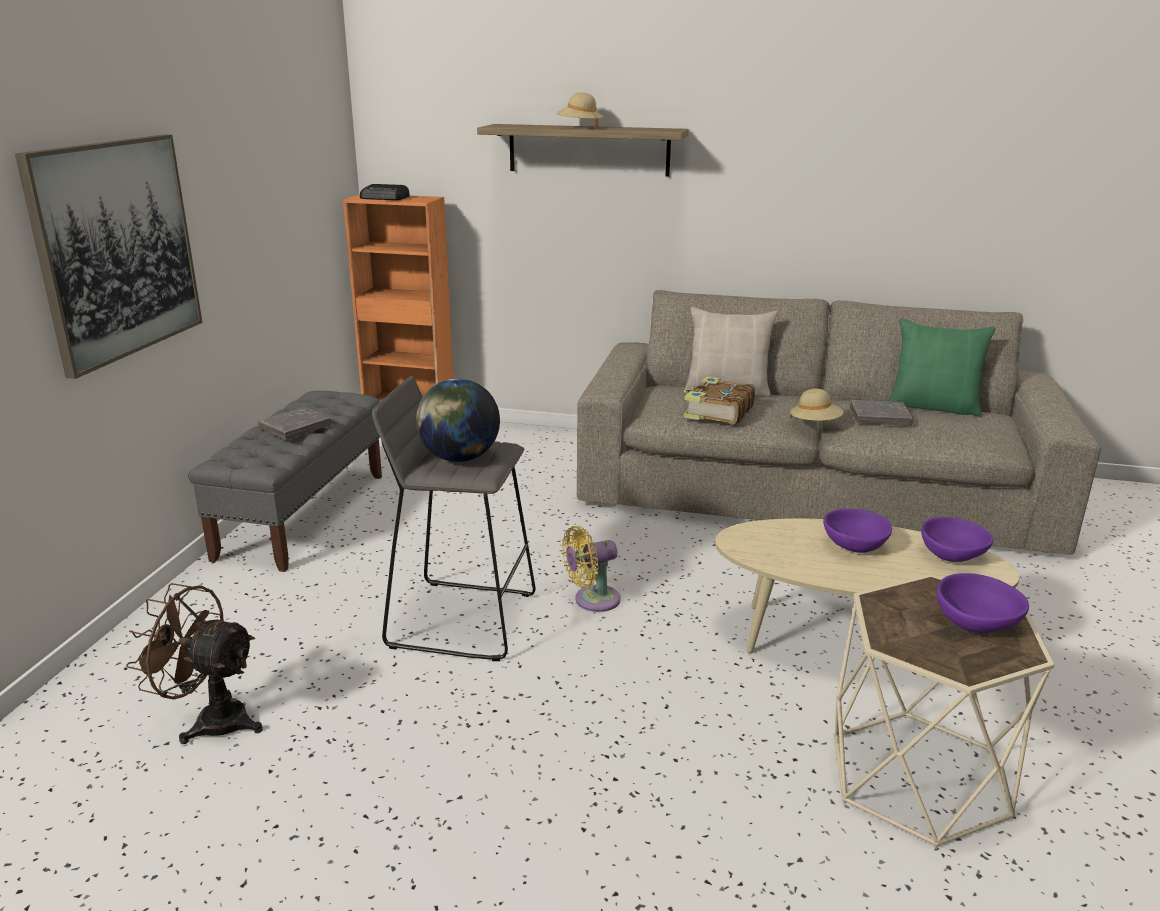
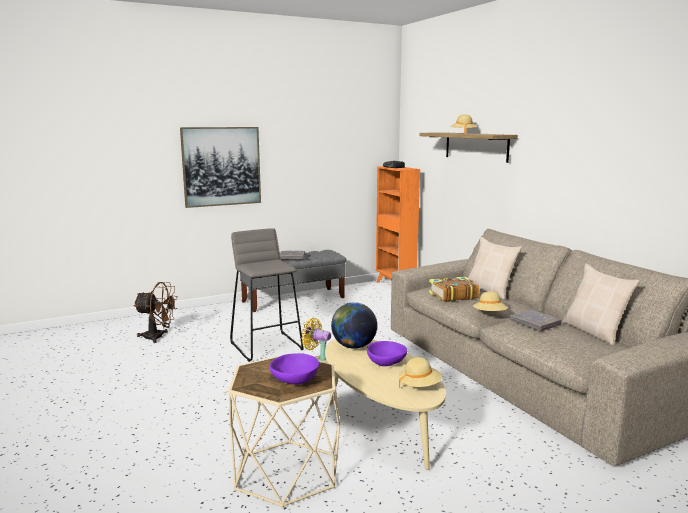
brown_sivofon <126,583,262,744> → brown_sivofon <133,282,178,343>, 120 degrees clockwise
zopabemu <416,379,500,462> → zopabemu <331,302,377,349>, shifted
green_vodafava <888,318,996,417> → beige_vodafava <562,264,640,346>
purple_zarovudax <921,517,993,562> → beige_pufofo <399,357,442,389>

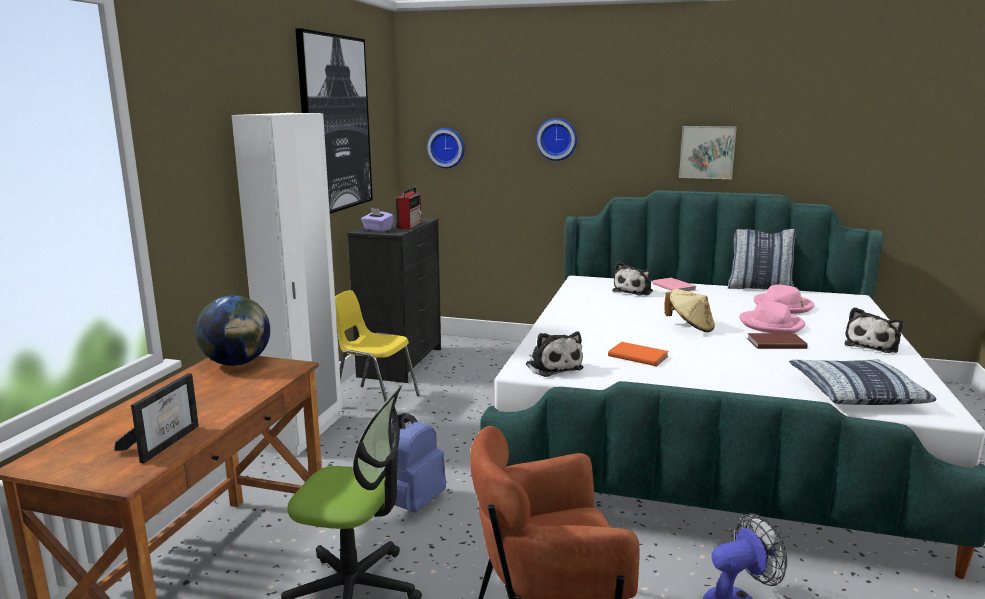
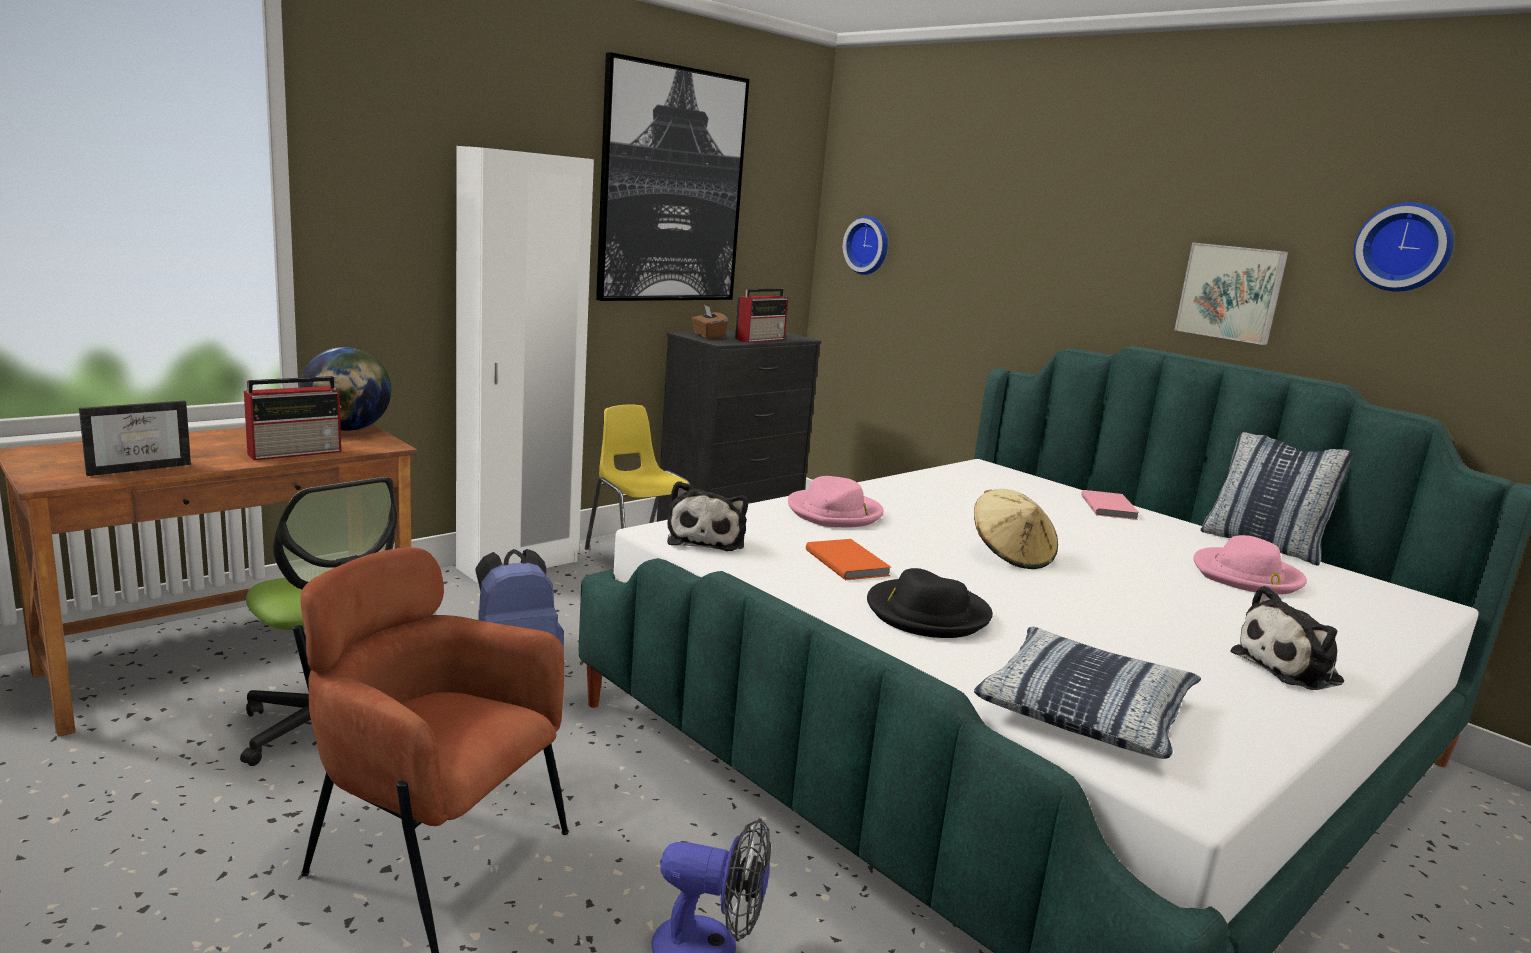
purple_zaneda <361,207,394,232> → brown_zaneda <692,305,728,339>
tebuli <536,118,577,161> → tebuli <1354,202,1454,291>, shifted
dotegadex <612,261,653,295> → -
pink_pufofo <739,302,805,333> → pink_pufofo <788,476,884,527>, shifted
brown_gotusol <747,333,808,349> → -
- → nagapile <244,376,341,460>
- → black_pufofo <867,568,993,638>

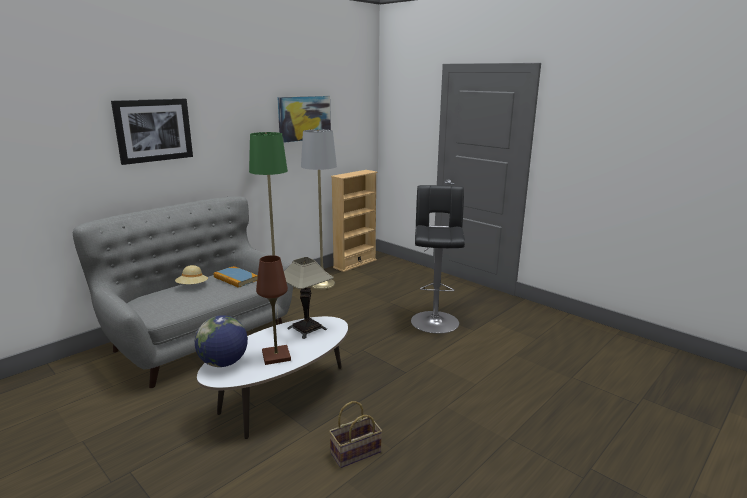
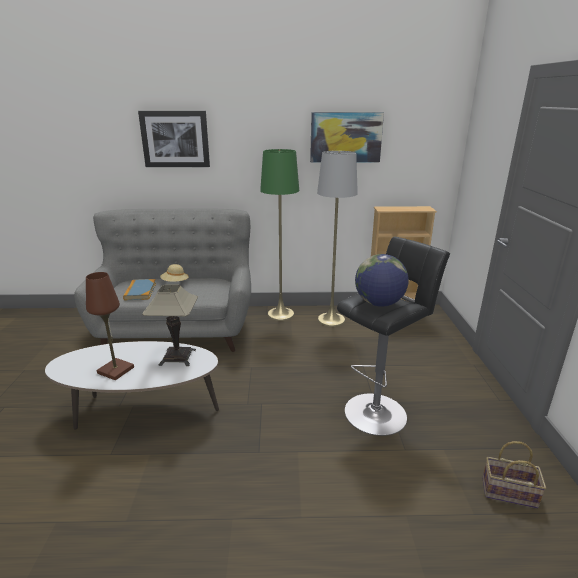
zopabemu <195,315,248,367> → zopabemu <355,254,409,307>, shifted
gotusol <214,266,258,288> → gotusol <123,279,156,300>, shifted
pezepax <329,401,382,468> → pezepax <482,441,546,509>, shifted

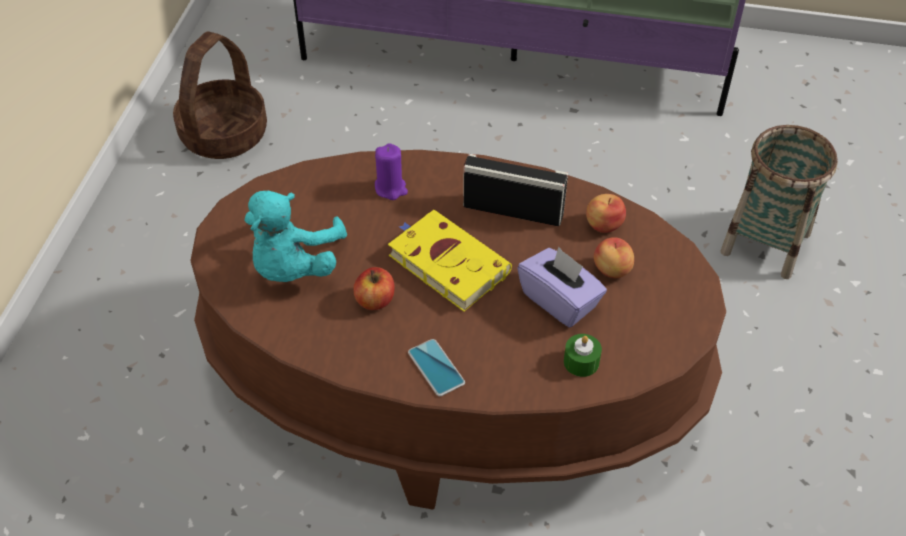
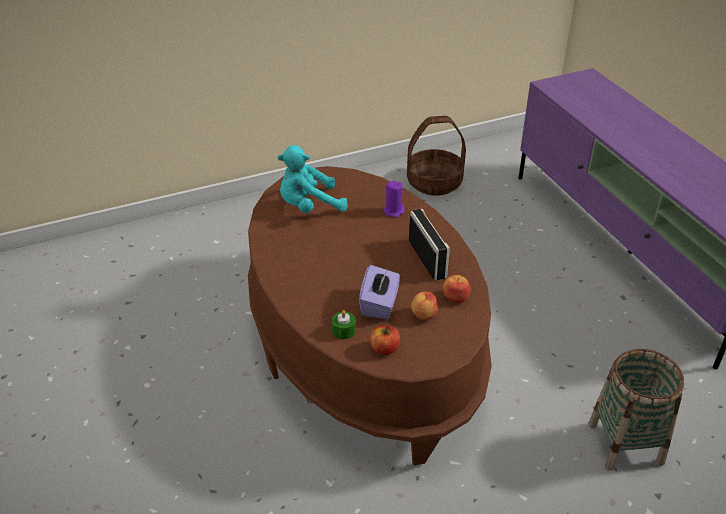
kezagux <353,267,394,310> → kezagux <370,325,400,355>, shifted
yellow_gotusol <388,210,512,312> → -
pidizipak <408,339,465,396> → -

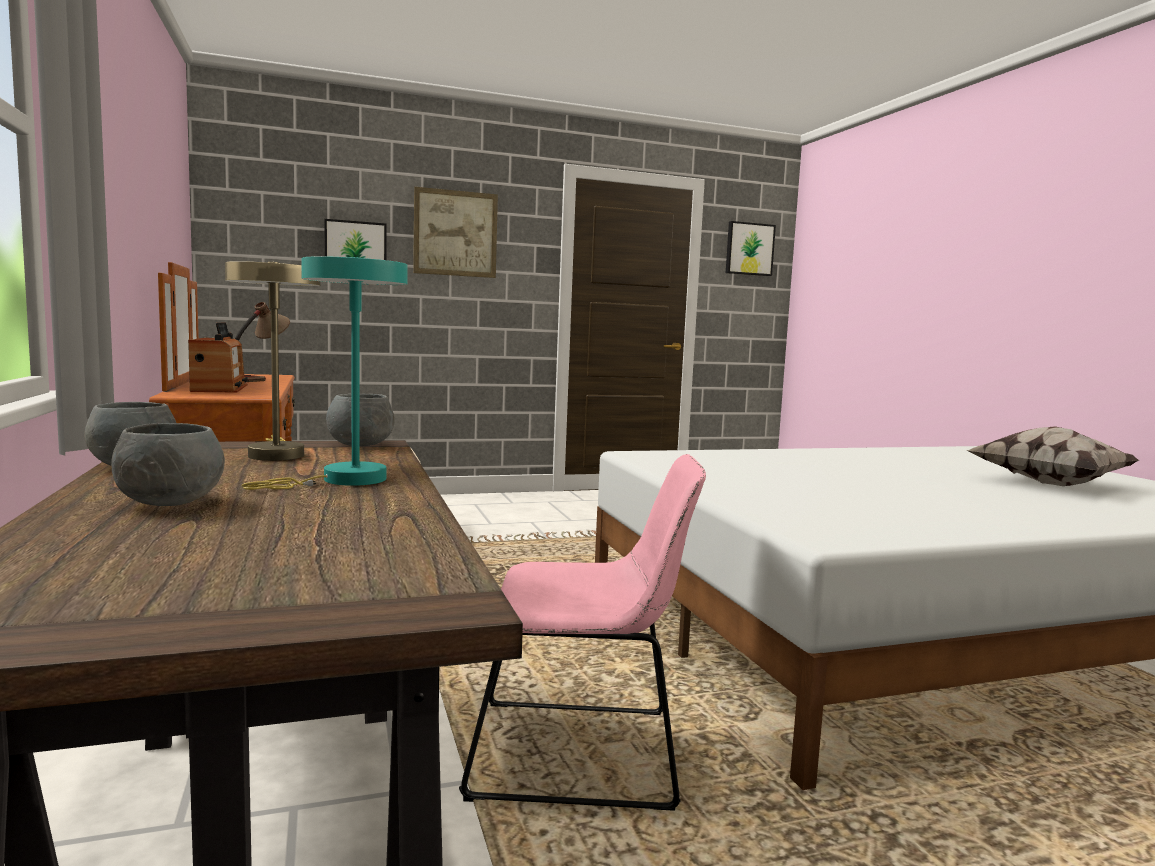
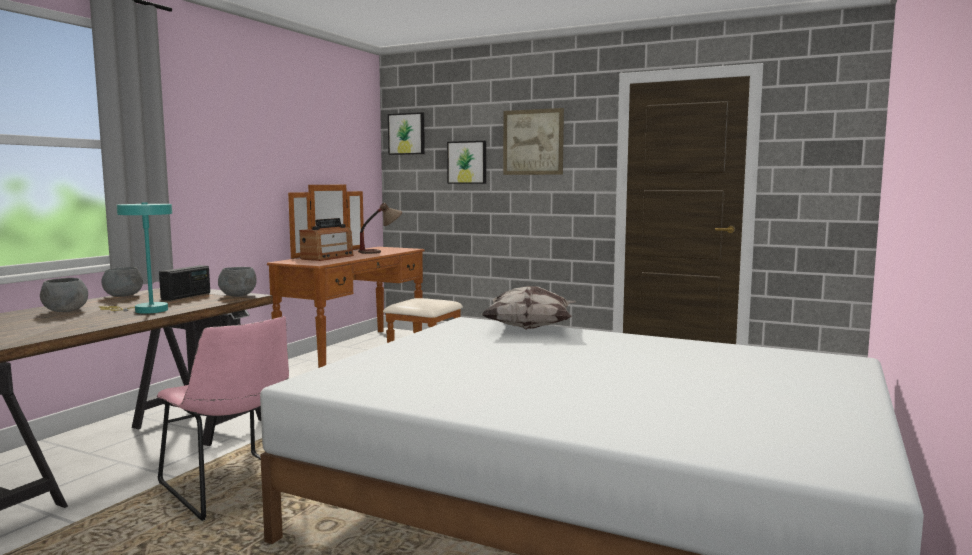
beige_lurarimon <225,261,321,461> → nagapile <159,265,210,301>
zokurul <726,221,776,276> → zokurul <388,112,425,155>, shifted
vodafava <966,426,1140,486> → vodafava <481,286,576,330>, shifted

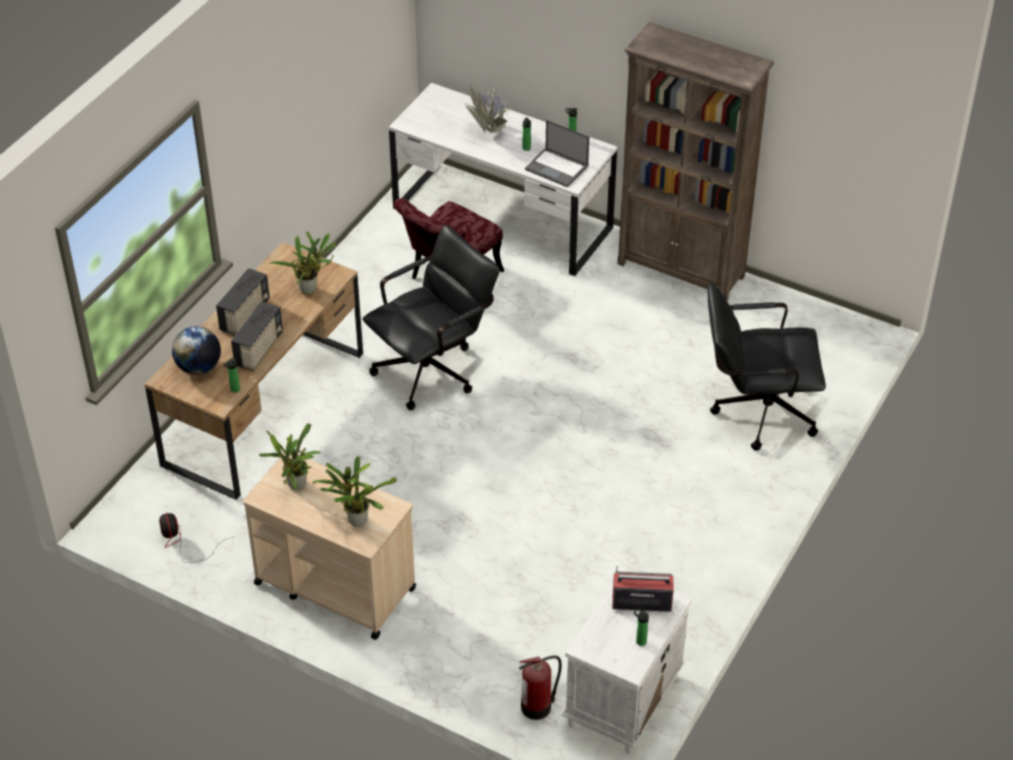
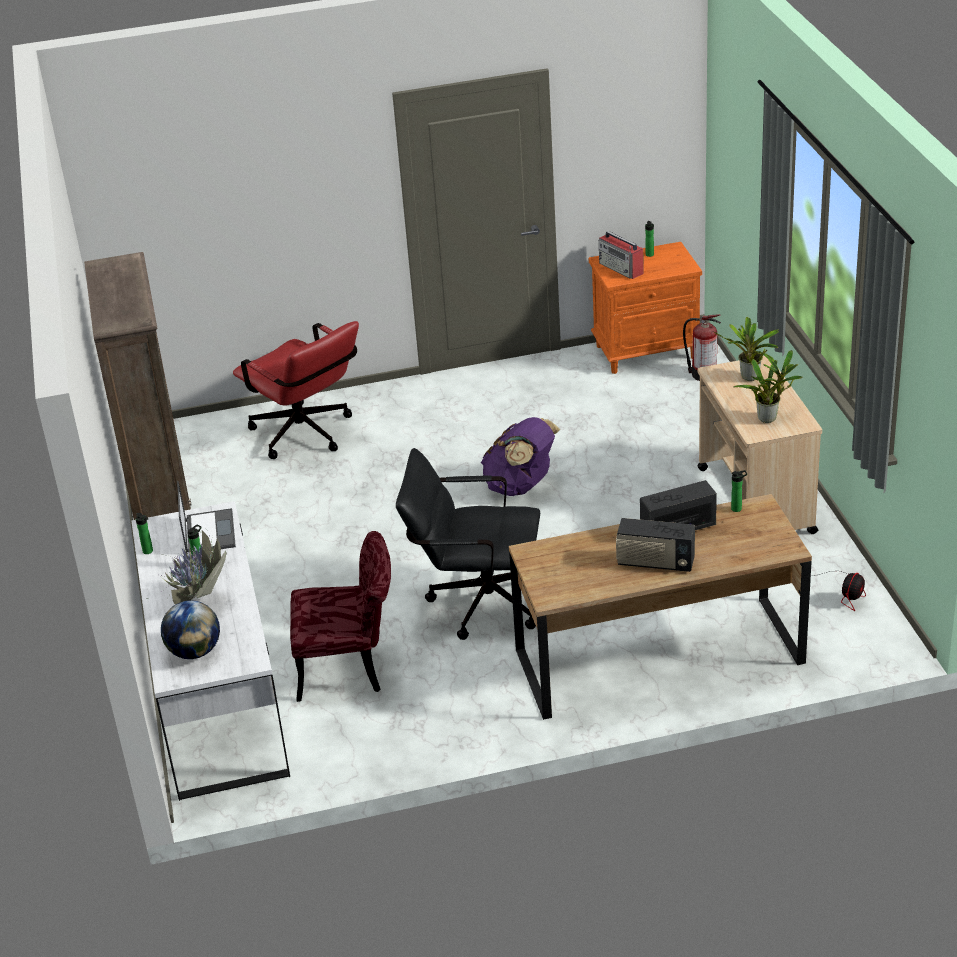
zopabemu <172,326,221,375> → zopabemu <161,601,220,659>, shifted
nagapile <216,268,270,335> → nagapile <616,518,695,572>, 150 degrees counterclockwise
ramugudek <270,231,337,294> → -
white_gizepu <562,569,692,753> → orange_gizepu <589,242,702,374>
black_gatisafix <707,283,826,451> → red_gatisafix <233,321,359,459>
- → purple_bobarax <481,417,560,496>

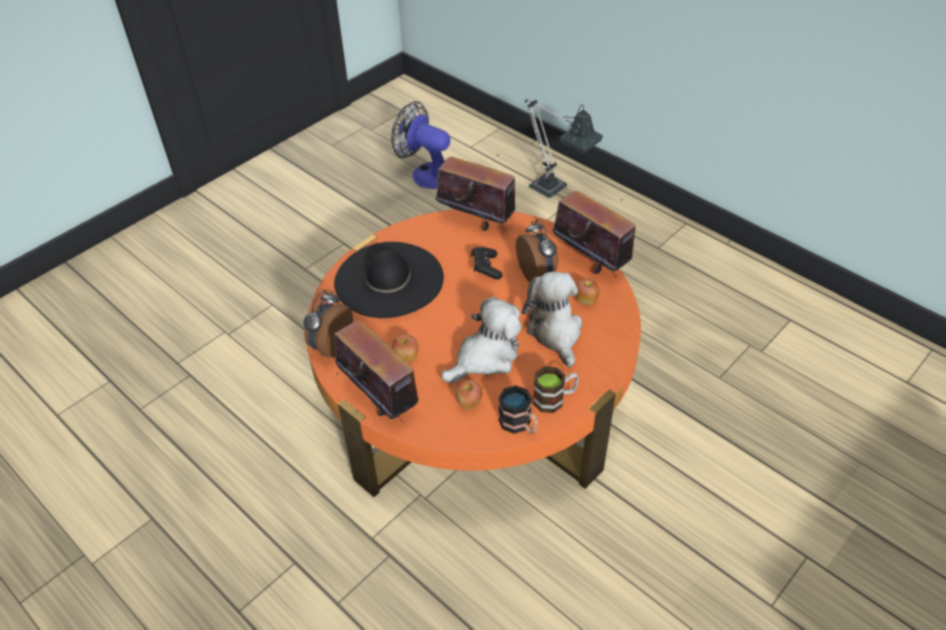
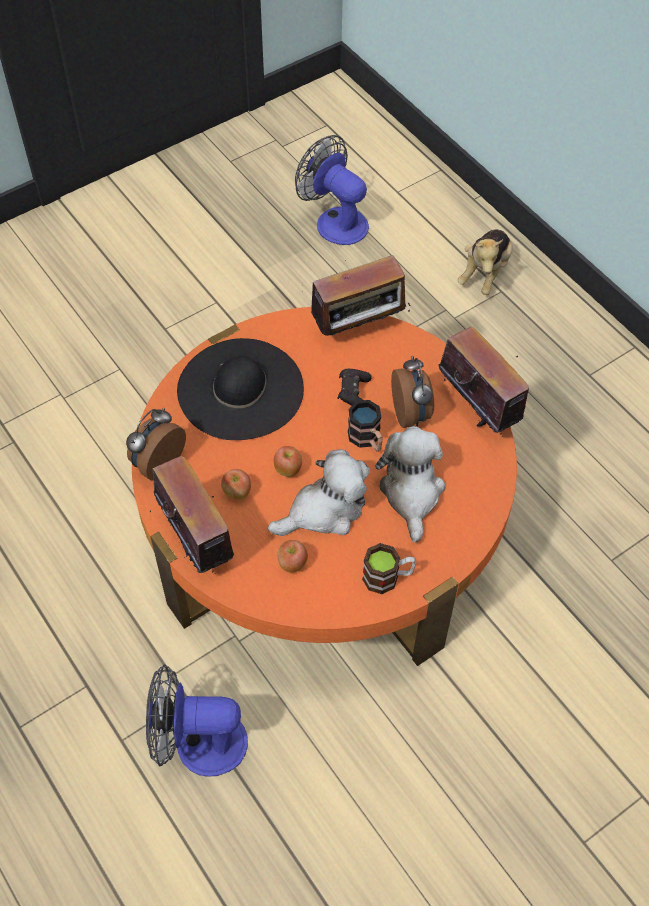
nagapile <436,155,516,231> → nagapile <302,255,410,336>, 120 degrees clockwise
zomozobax <498,385,538,434> → zomozobax <348,400,383,451>, shifted
lurarimon <525,99,603,198> → dotegadex <458,230,513,295>
kezagux <575,278,599,305> → kezagux <274,446,302,477>, shifted
- → sivofon <146,665,248,777>

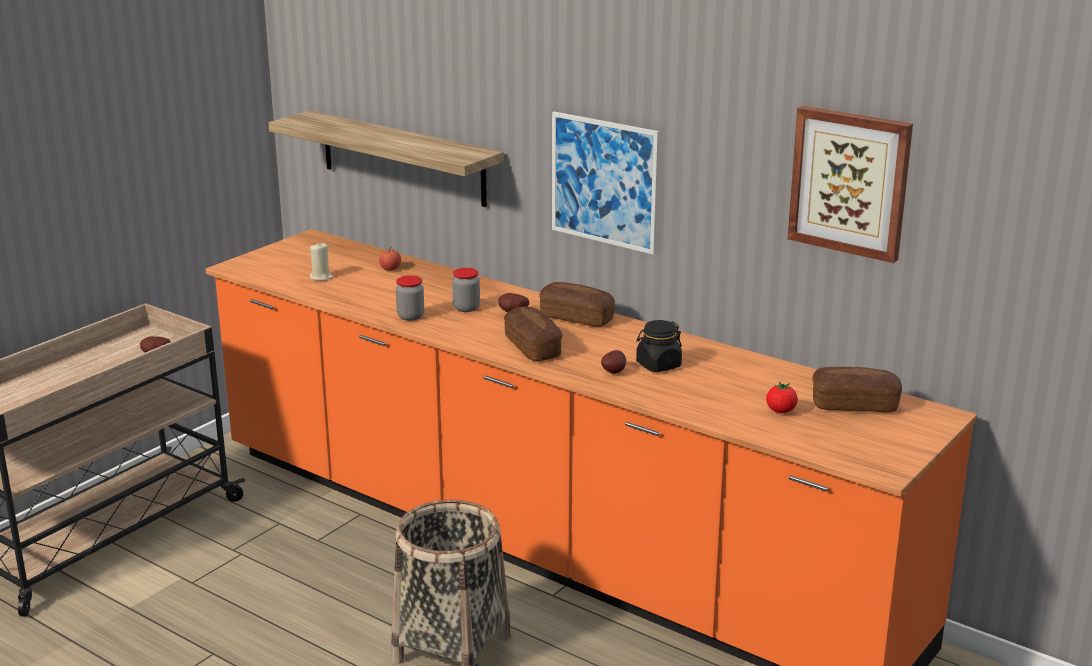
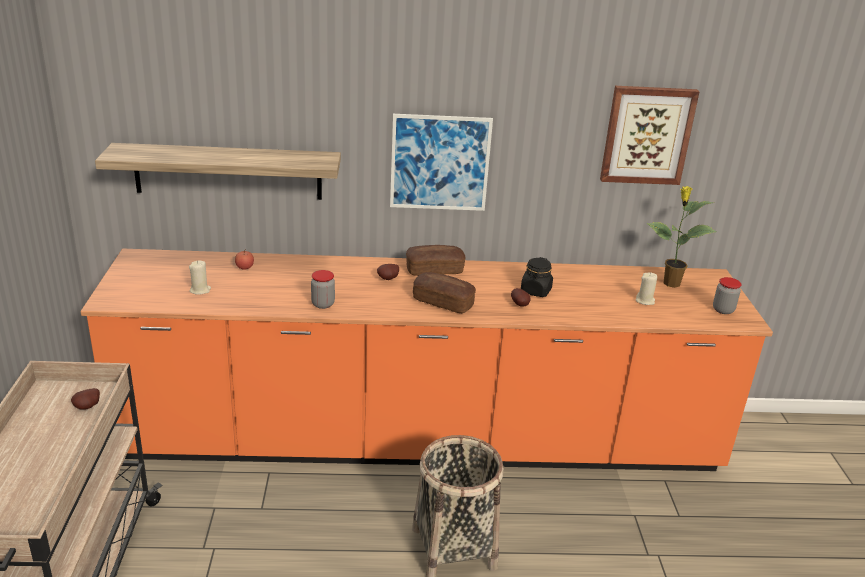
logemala <452,268,480,312> → logemala <713,277,742,314>, shifted
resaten <766,382,798,413> → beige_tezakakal <636,272,657,305>
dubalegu <812,367,902,412> → ramugudek <647,186,717,288>

